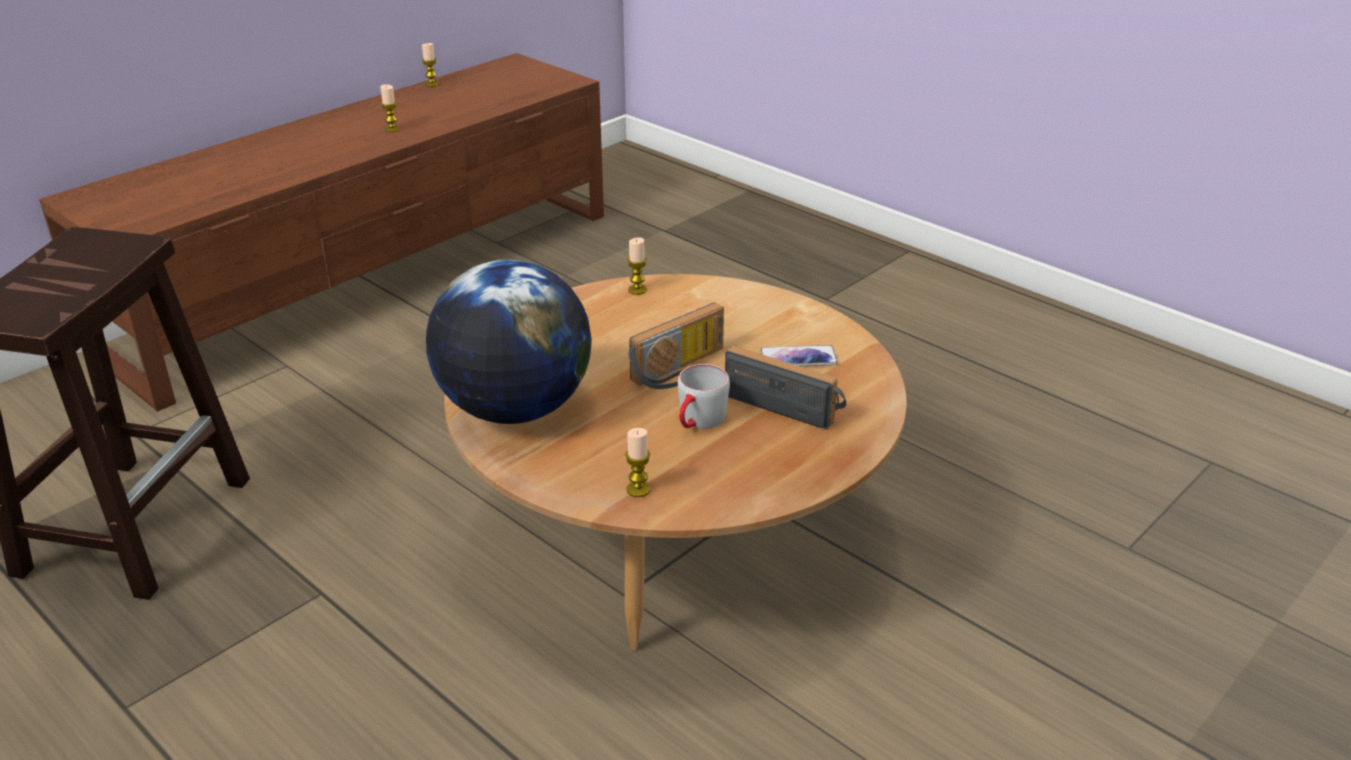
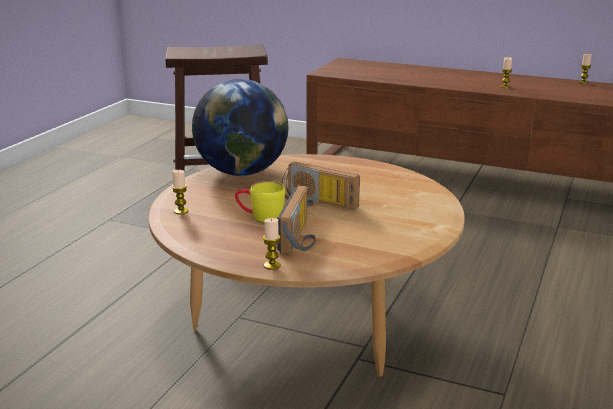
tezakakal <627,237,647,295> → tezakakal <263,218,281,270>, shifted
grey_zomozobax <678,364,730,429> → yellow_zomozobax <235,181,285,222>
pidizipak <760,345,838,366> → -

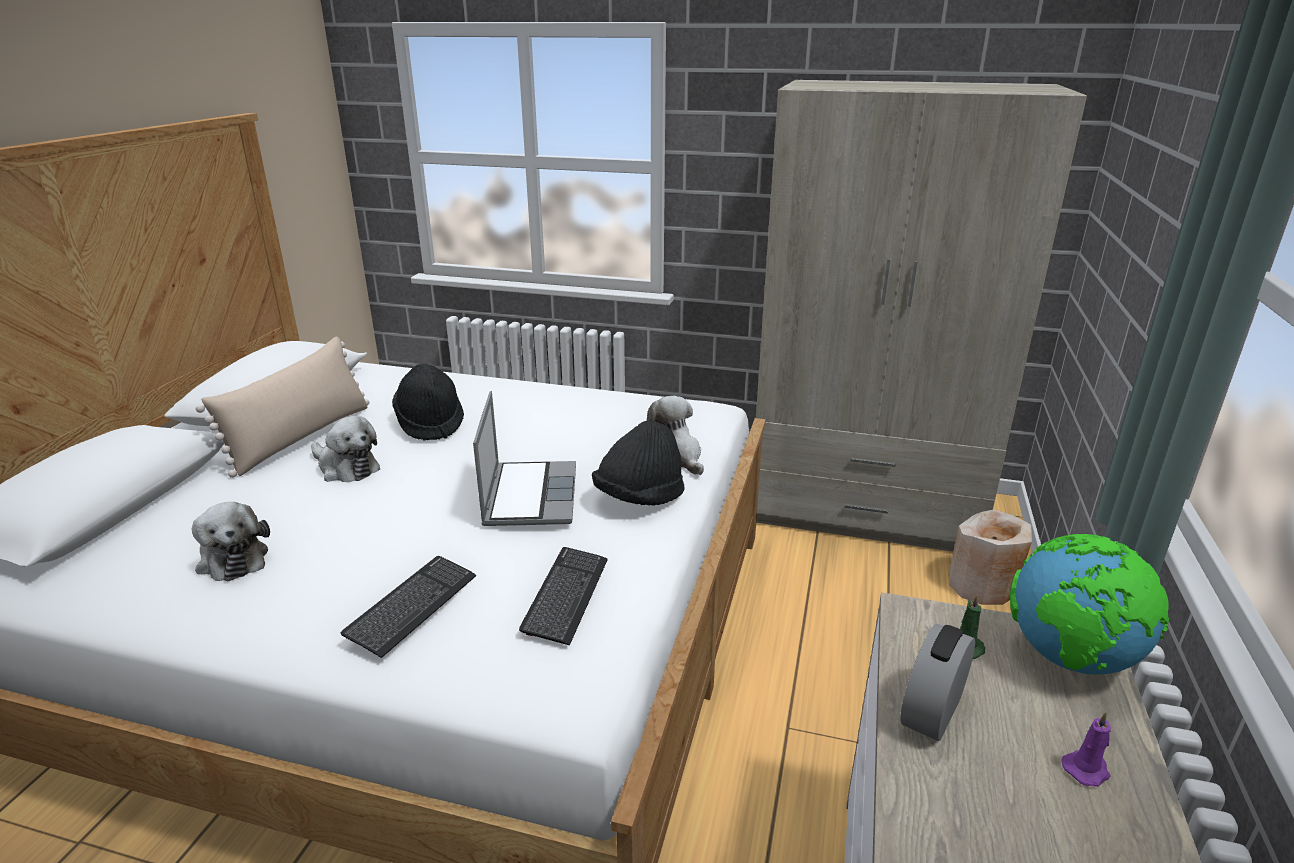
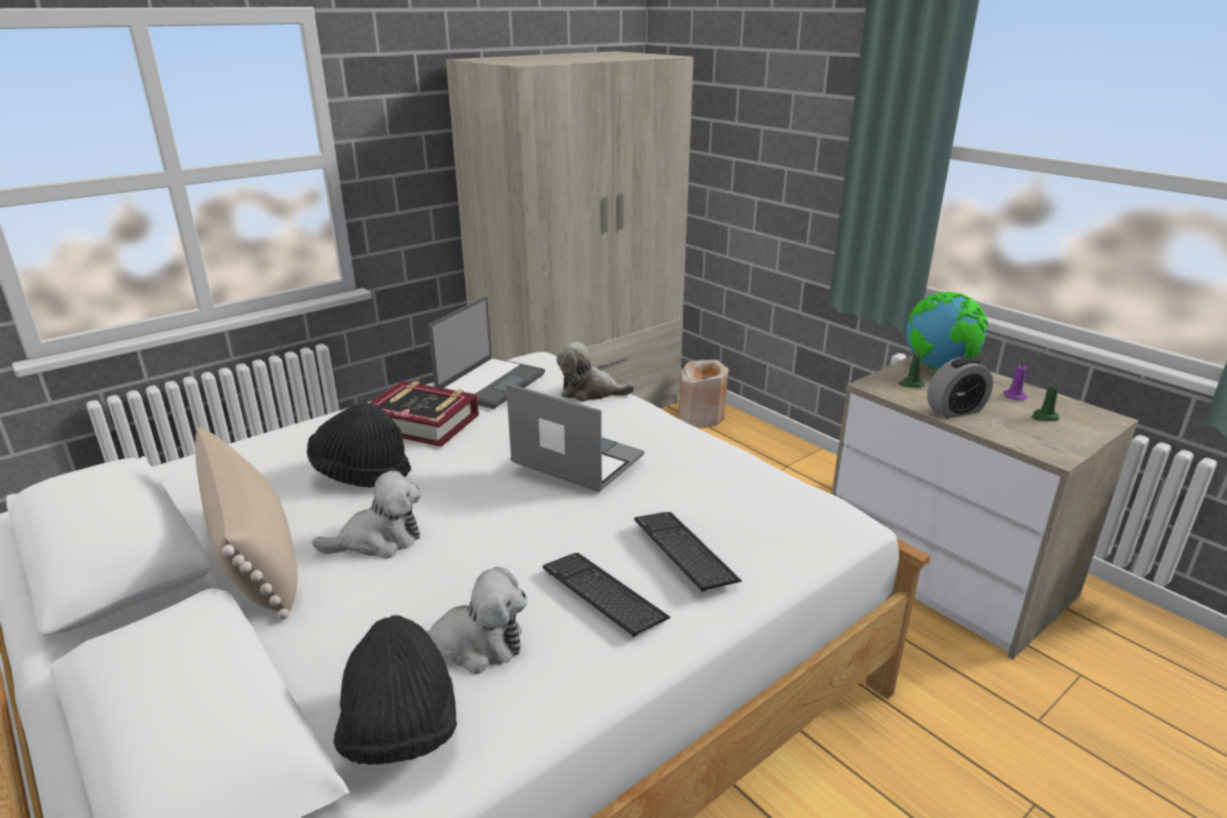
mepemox <519,547,608,646> → mepemox <542,553,671,637>, shifted
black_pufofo <592,420,685,506> → black_pufofo <334,615,457,764>, shifted
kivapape <900,624,975,741> → kivapape <927,357,993,419>, 90 degrees counterclockwise
- → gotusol <370,381,479,447>
- → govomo <428,297,545,409>
- → green_tezakakal <1032,378,1060,421>

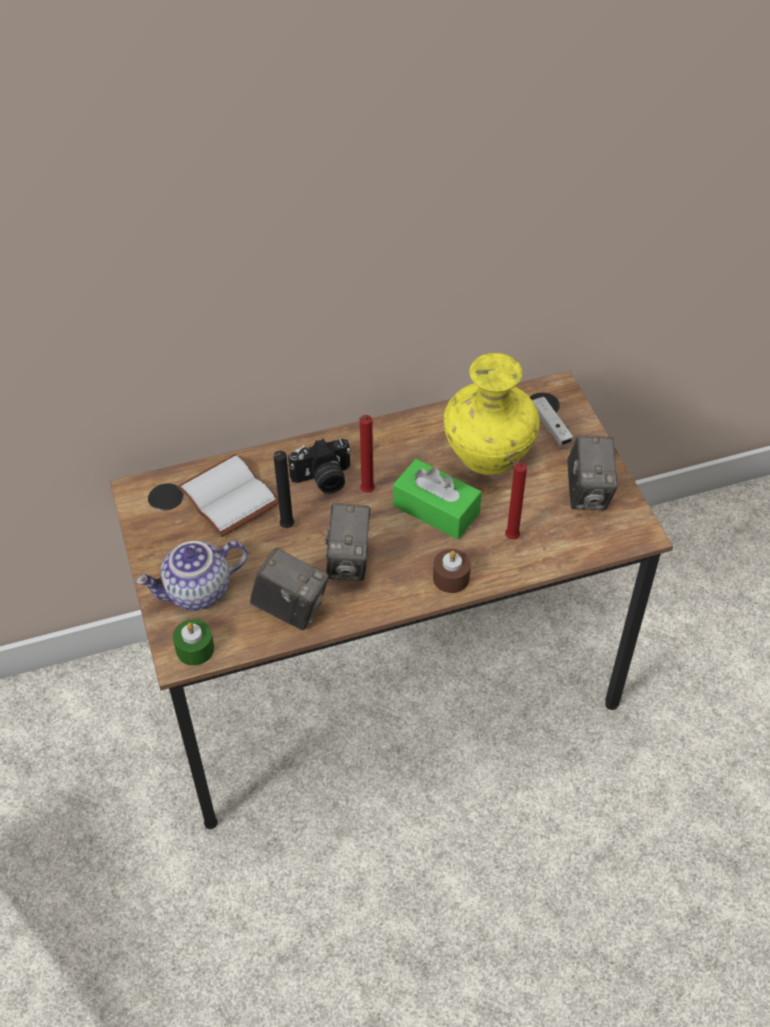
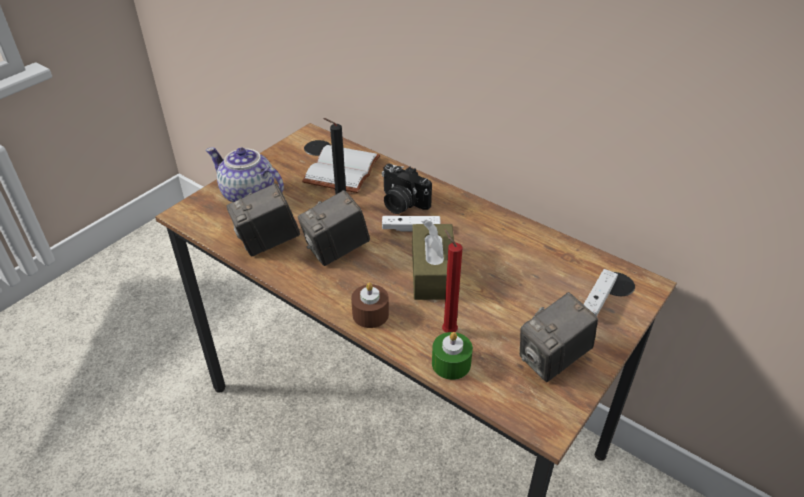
green_tezakakal <173,619,214,666> → green_tezakakal <432,332,473,380>, shifted
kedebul <250,548,329,630> → kedebul <227,183,300,256>, 75 degrees clockwise
red_tezakakal <359,415,375,493> → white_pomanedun <382,216,441,231>
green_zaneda <393,459,482,540> → brown_zaneda <412,220,454,300>
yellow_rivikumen <444,353,540,475> → -

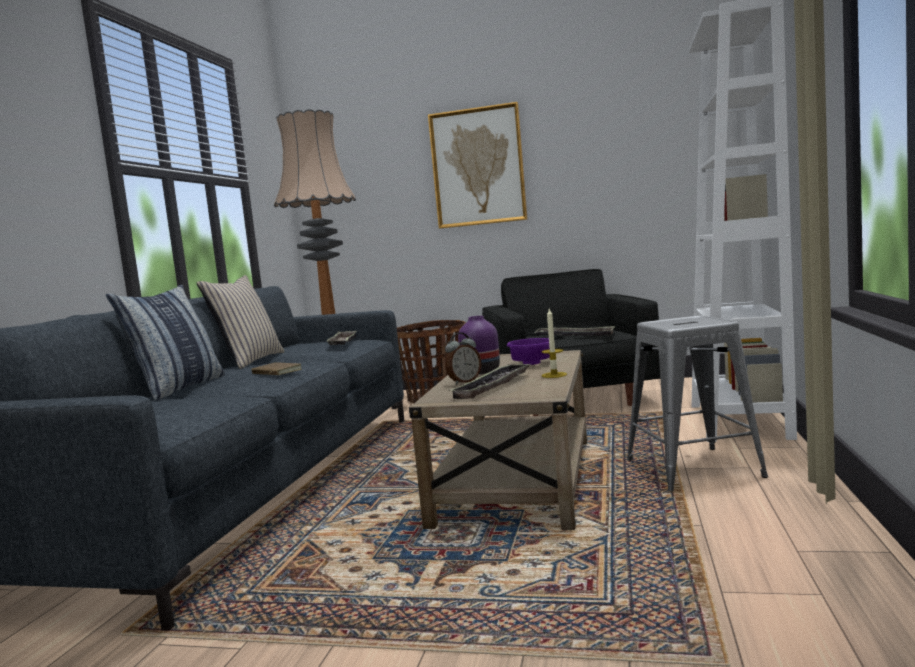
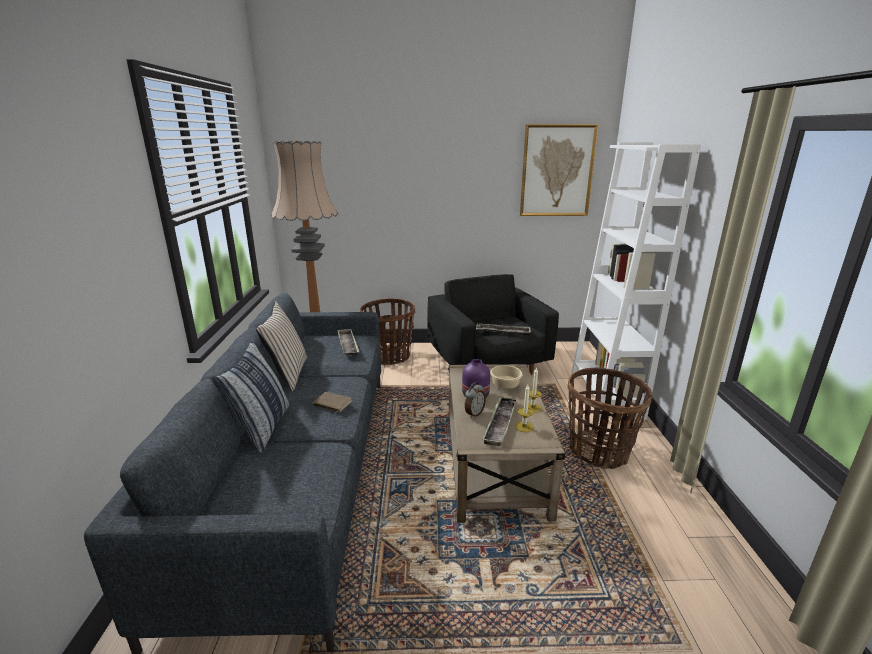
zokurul <428,102,528,229> → zokurul <520,124,599,216>, shifted
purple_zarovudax <507,338,550,365> → beige_zarovudax <490,365,523,389>
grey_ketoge <627,316,768,491> → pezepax <567,367,653,469>
- → tezakakal <515,385,534,432>

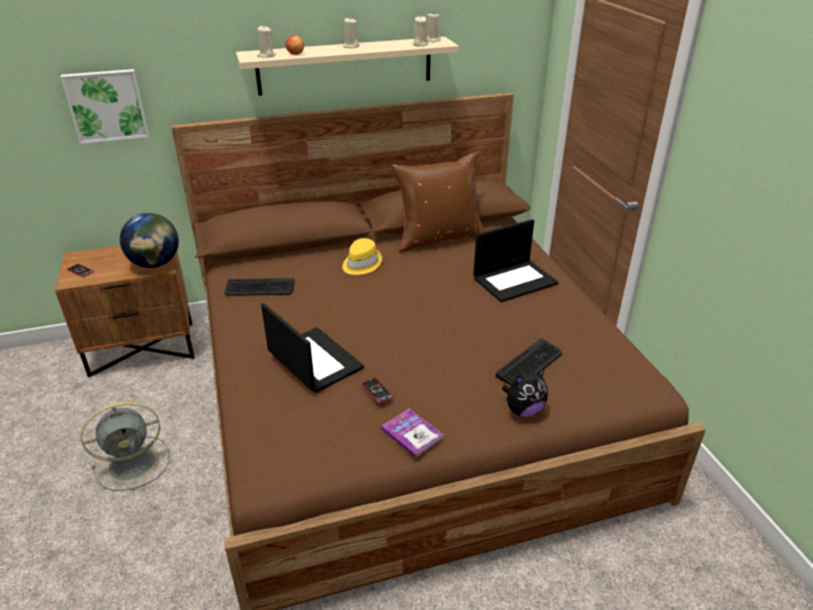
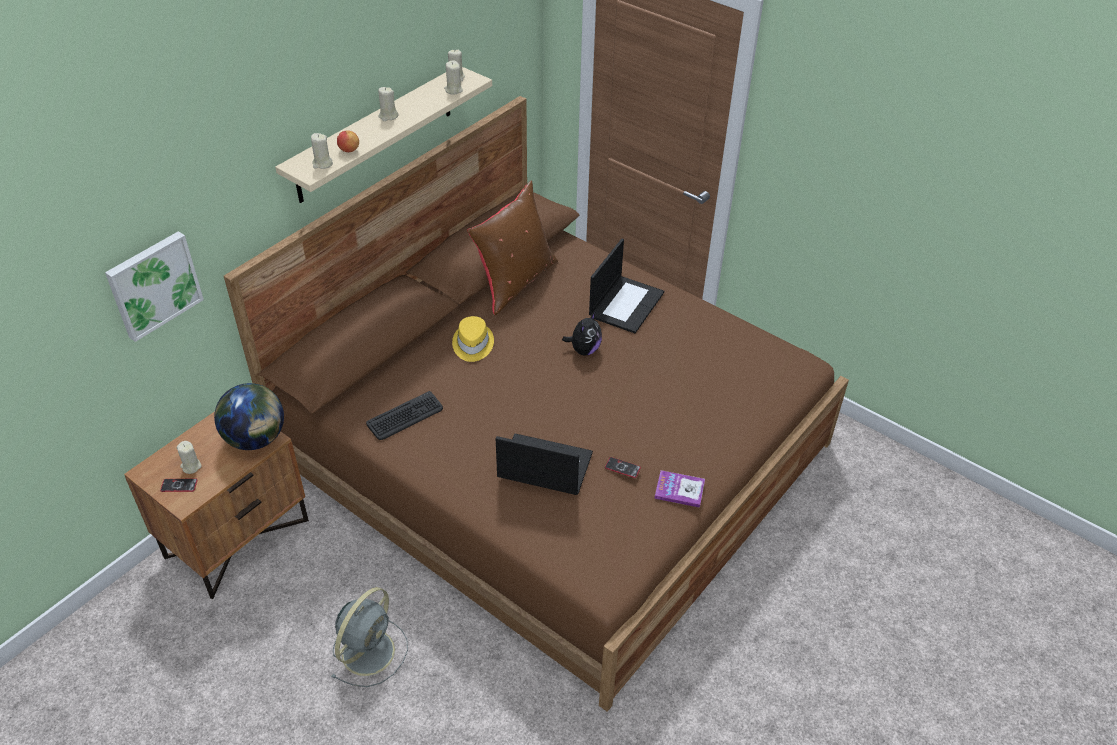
mepemox <496,338,562,385> → -
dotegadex <502,368,548,417> → dotegadex <562,312,602,356>, shifted
- → beige_tezakakal <177,441,202,474>

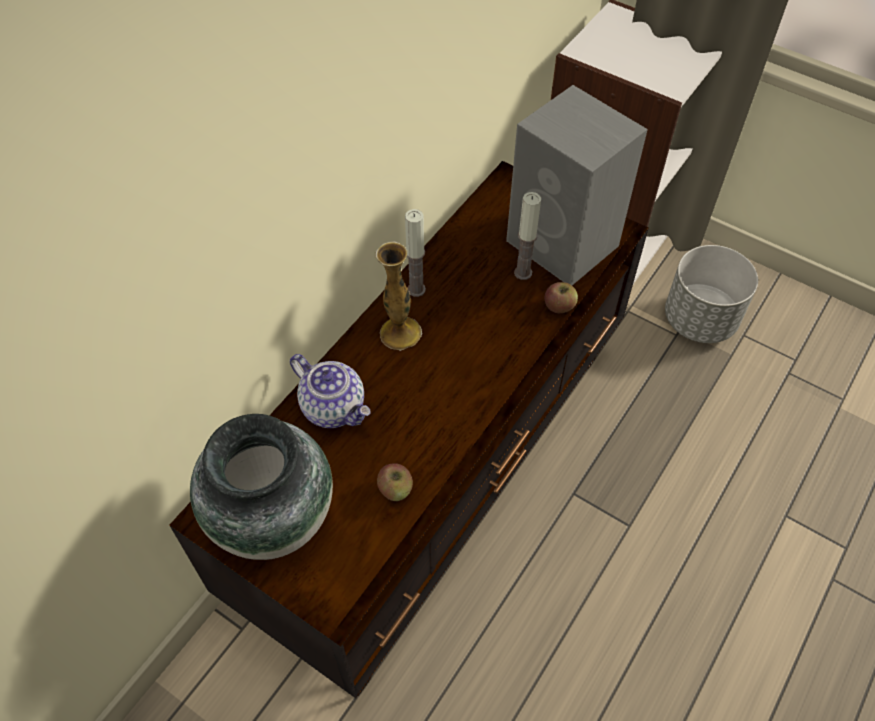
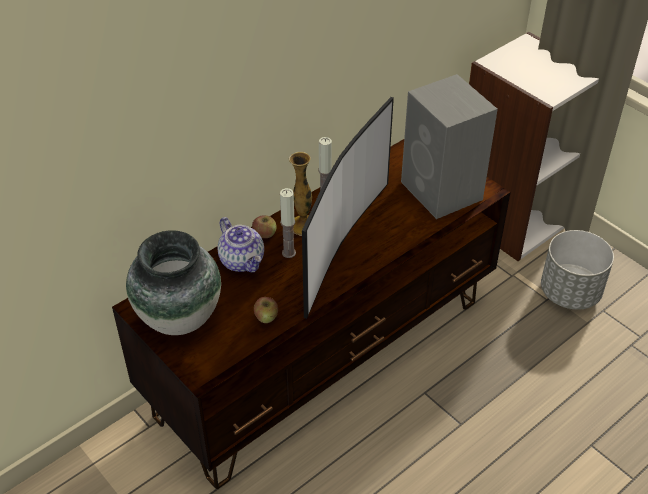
tezakakal <514,192,541,280> → tezakakal <280,188,296,258>, shifted
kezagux <545,282,578,313> → kezagux <252,215,276,238>, shifted
- → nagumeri <302,97,394,319>

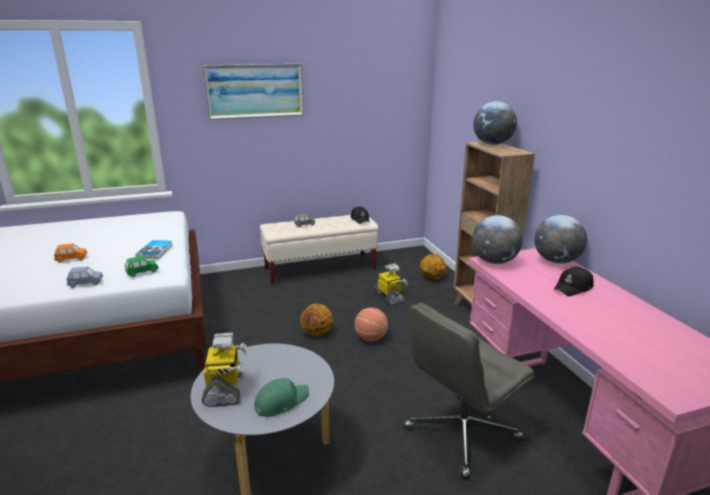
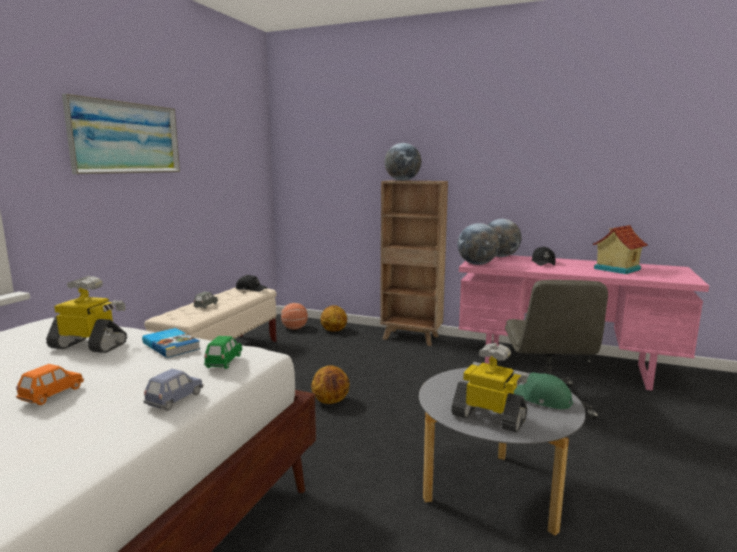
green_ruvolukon <255,378,309,417> → green_ruvolukon <514,372,573,409>, 60 degrees counterclockwise
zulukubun <354,308,388,342> → zulukubun <281,303,308,329>, shifted
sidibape <373,264,408,305> → sidibape <46,276,127,353>, shifted
- → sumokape <592,225,648,274>

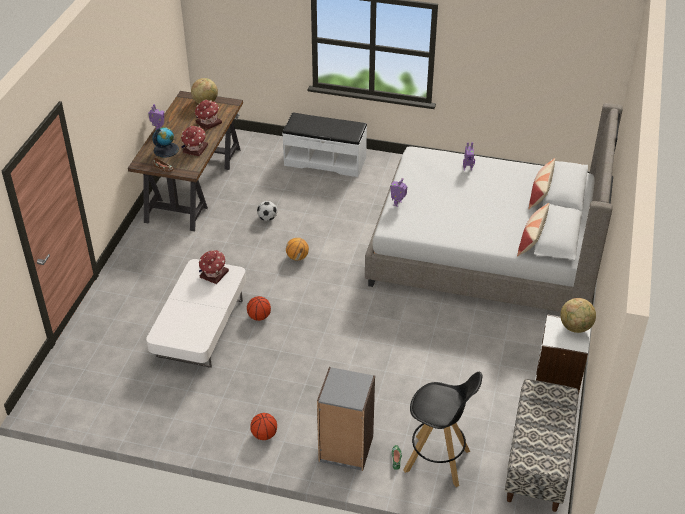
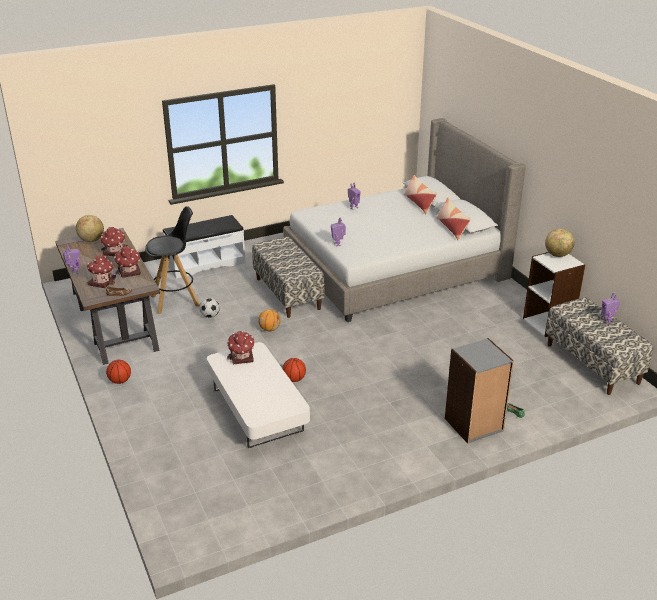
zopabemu <152,127,179,157> → sumokape <87,255,116,288>
zulukubun <250,413,277,440> → zulukubun <106,360,131,384>, shifted
black_ketoge <404,372,483,487> → black_ketoge <145,206,200,314>, shifted
- → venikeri <252,237,325,318>
- → sidibape <601,292,620,324>

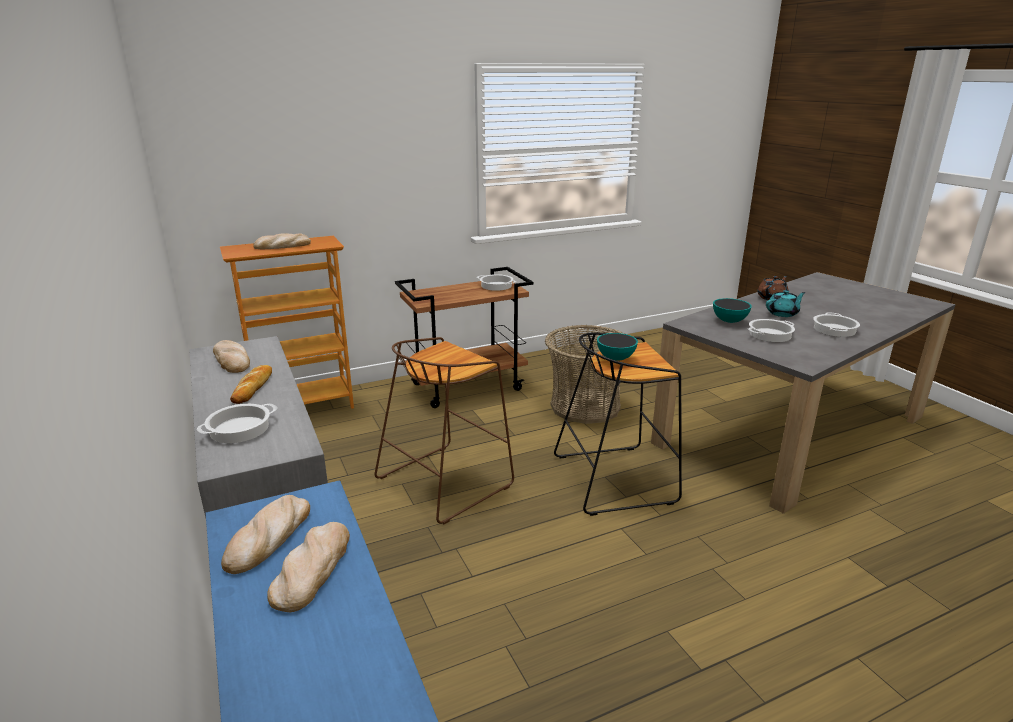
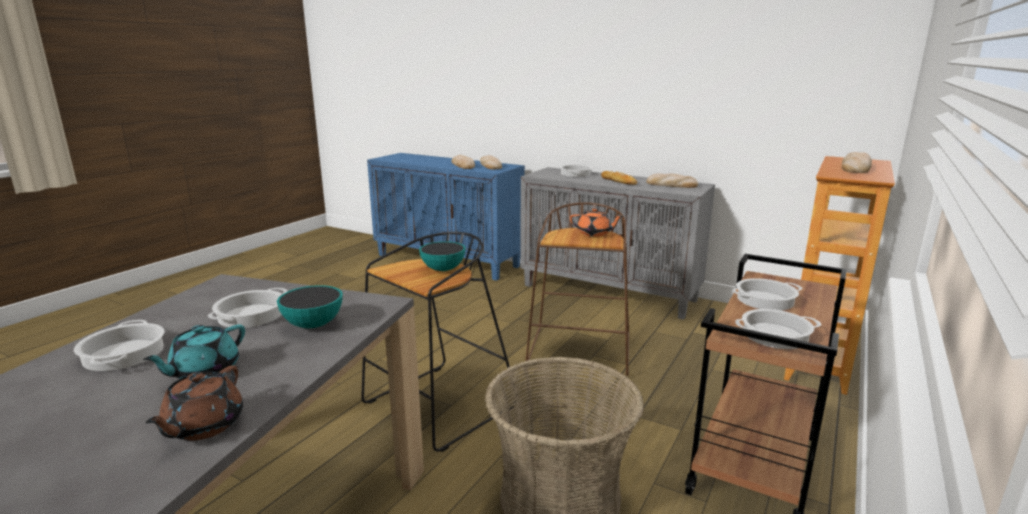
- → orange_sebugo <570,208,623,237>
- → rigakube <732,278,803,311>

